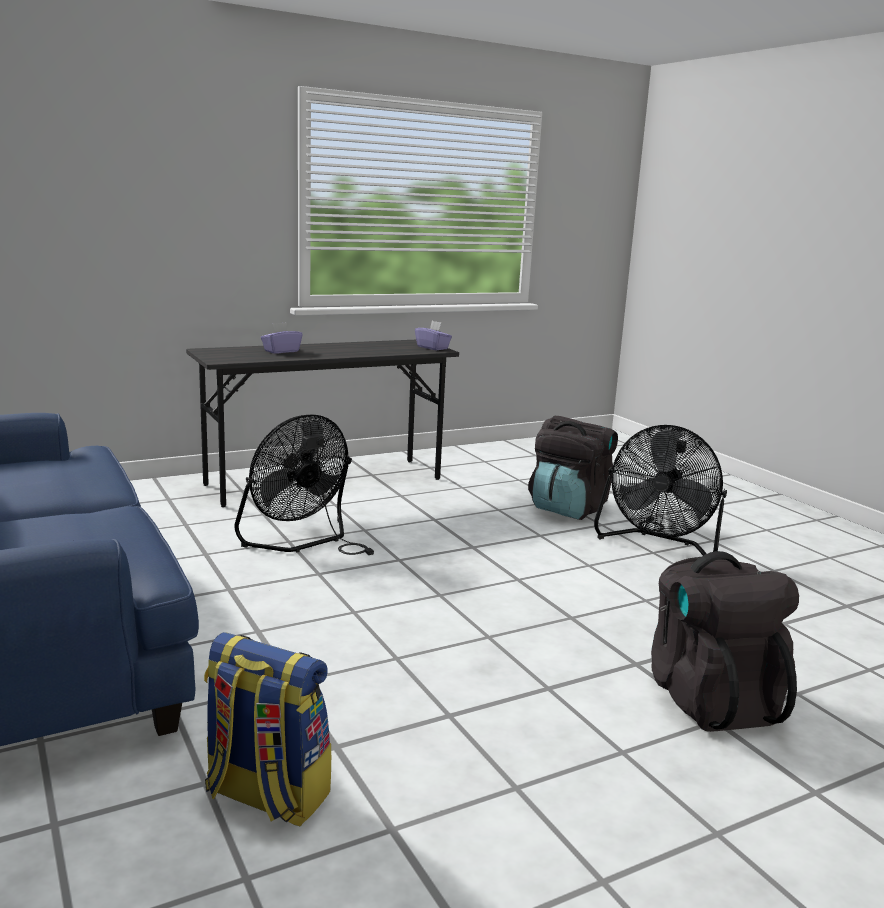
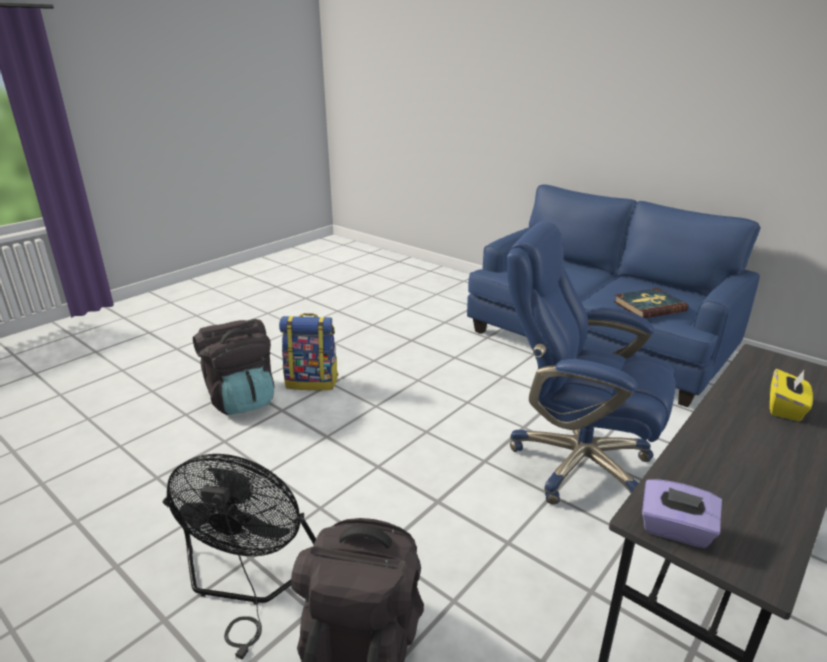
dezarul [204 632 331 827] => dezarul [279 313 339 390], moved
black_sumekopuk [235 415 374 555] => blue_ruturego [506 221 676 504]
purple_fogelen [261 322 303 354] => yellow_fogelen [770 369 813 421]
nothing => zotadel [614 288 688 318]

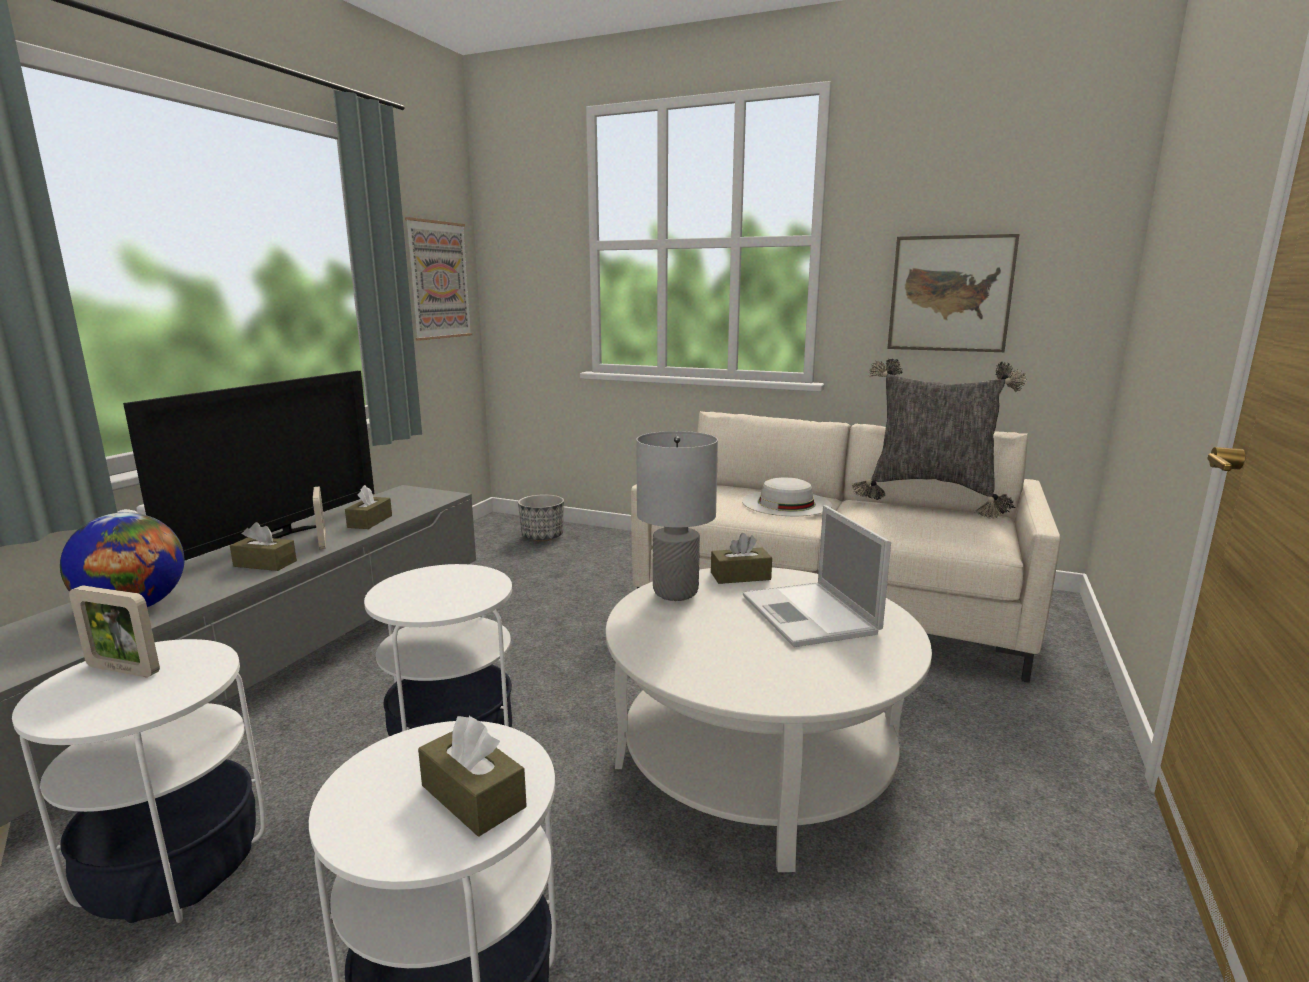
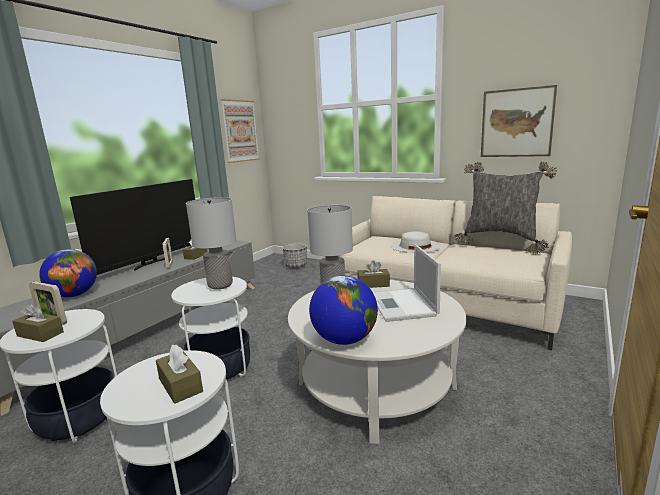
brown_fogelen [230 522 297 571] => brown_fogelen [12 304 64 342], moved
nothing => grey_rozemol [186 197 236 290]
nothing => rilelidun [309 276 378 345]

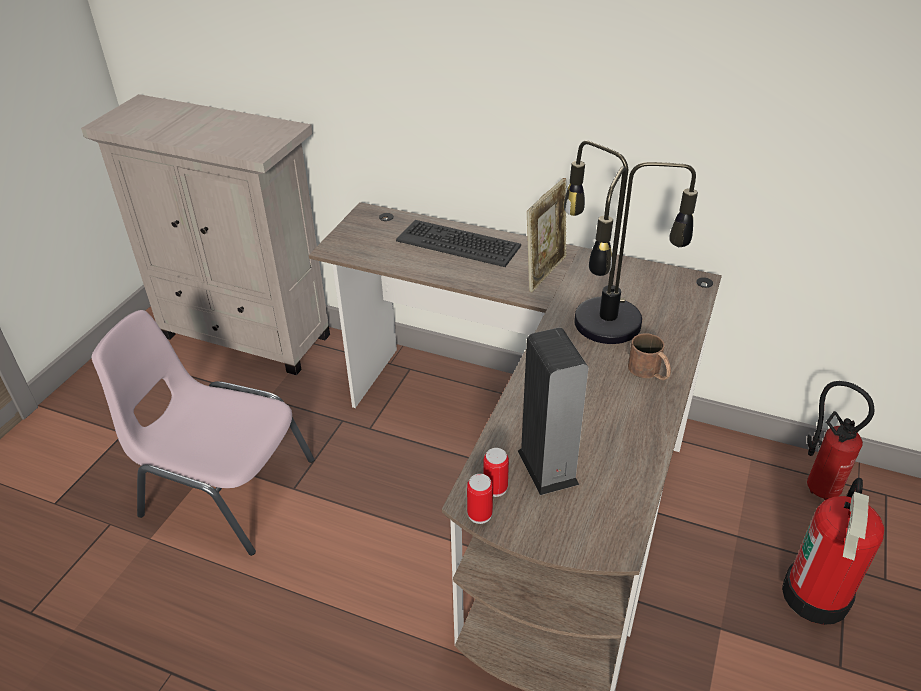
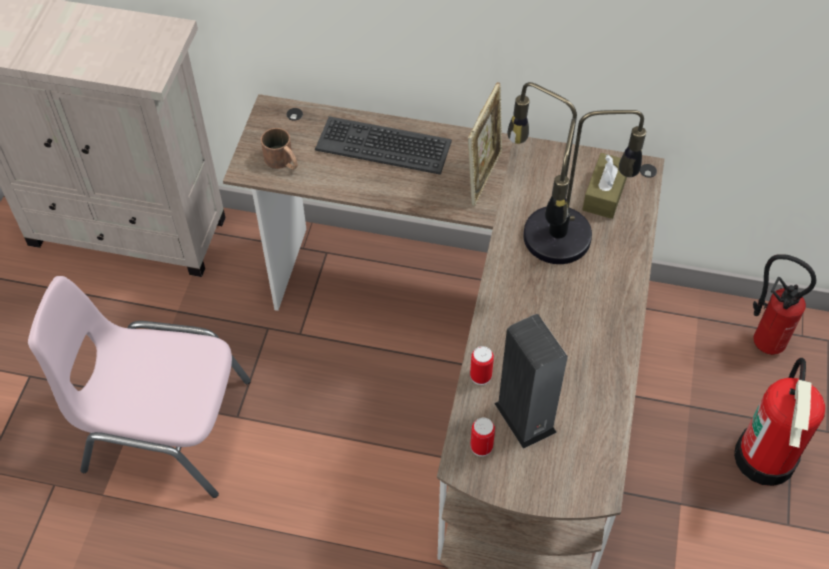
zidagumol [467 474 493 524] => zidagumol [470 346 494 385], moved
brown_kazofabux [628 333 671 380] => brown_kazofabux [261 128 298 170], moved
nothing => brown_fogelen [582 153 627 219]

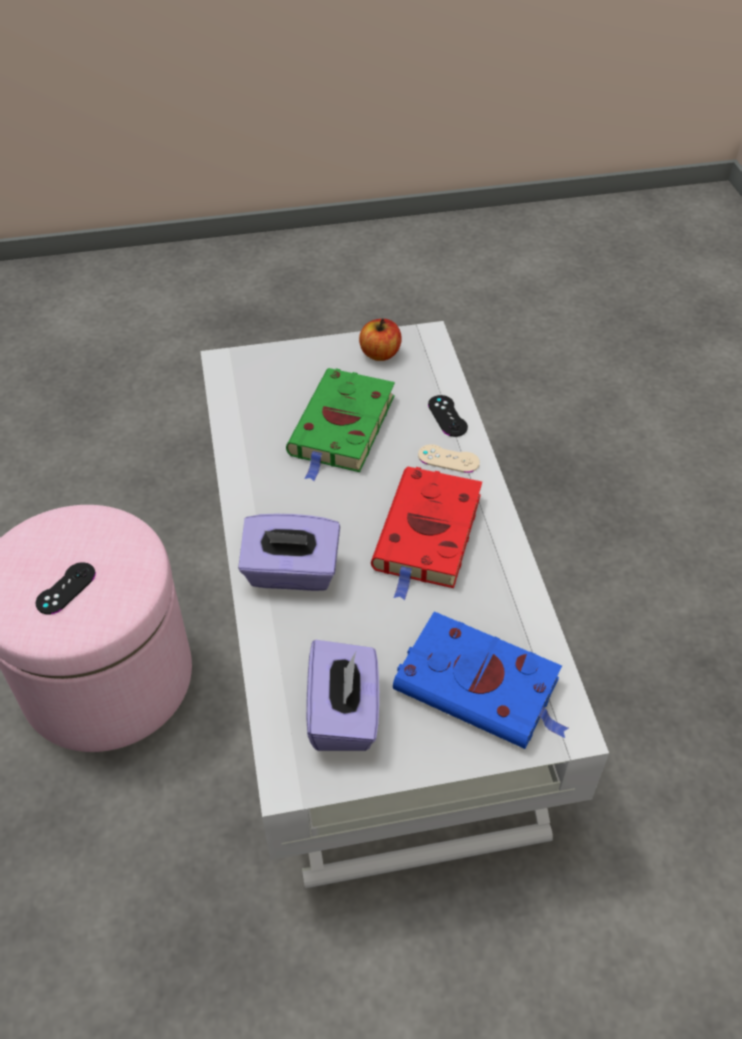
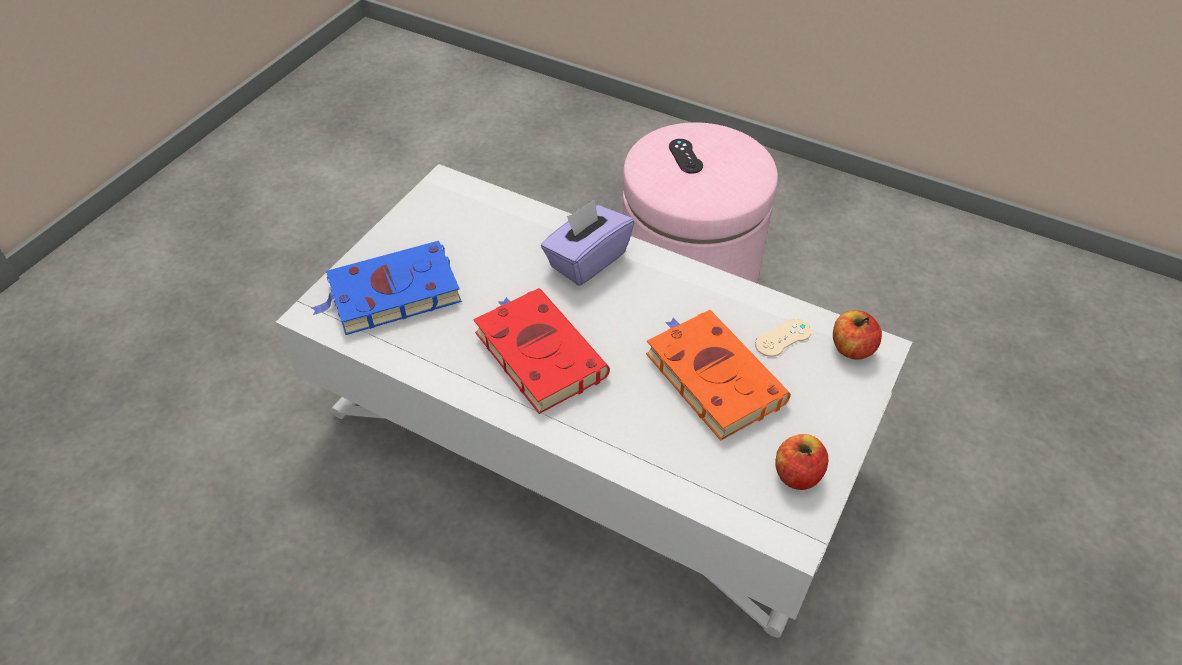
green_zotadel [286 368 395 481] => orange_zotadel [646 310 791 441]
purple_fogelen [306 640 379 751] => nothing
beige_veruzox [418 444 480 473] => beige_veruzox [755 319 812 357], moved
black_veruzox [428 395 468 437] => nothing
nothing => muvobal [833 310 882 360]

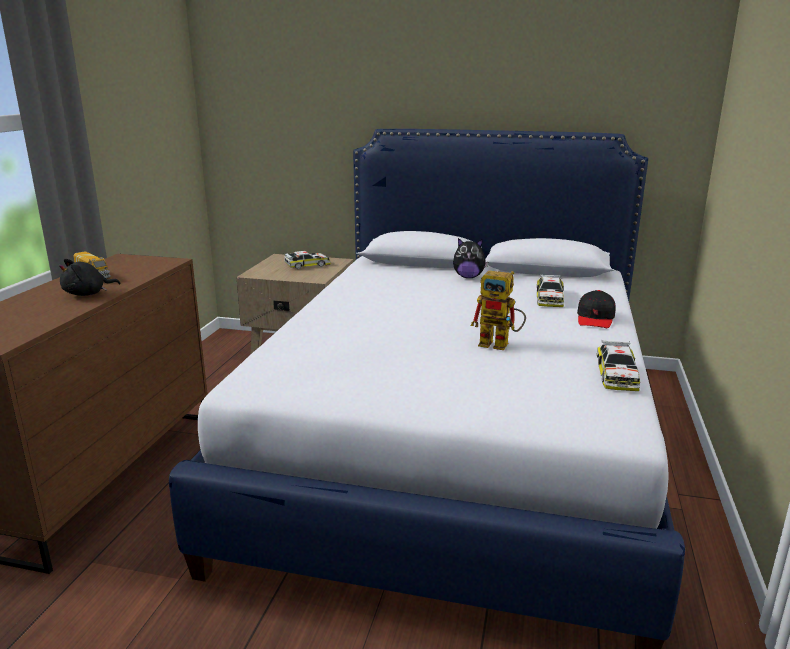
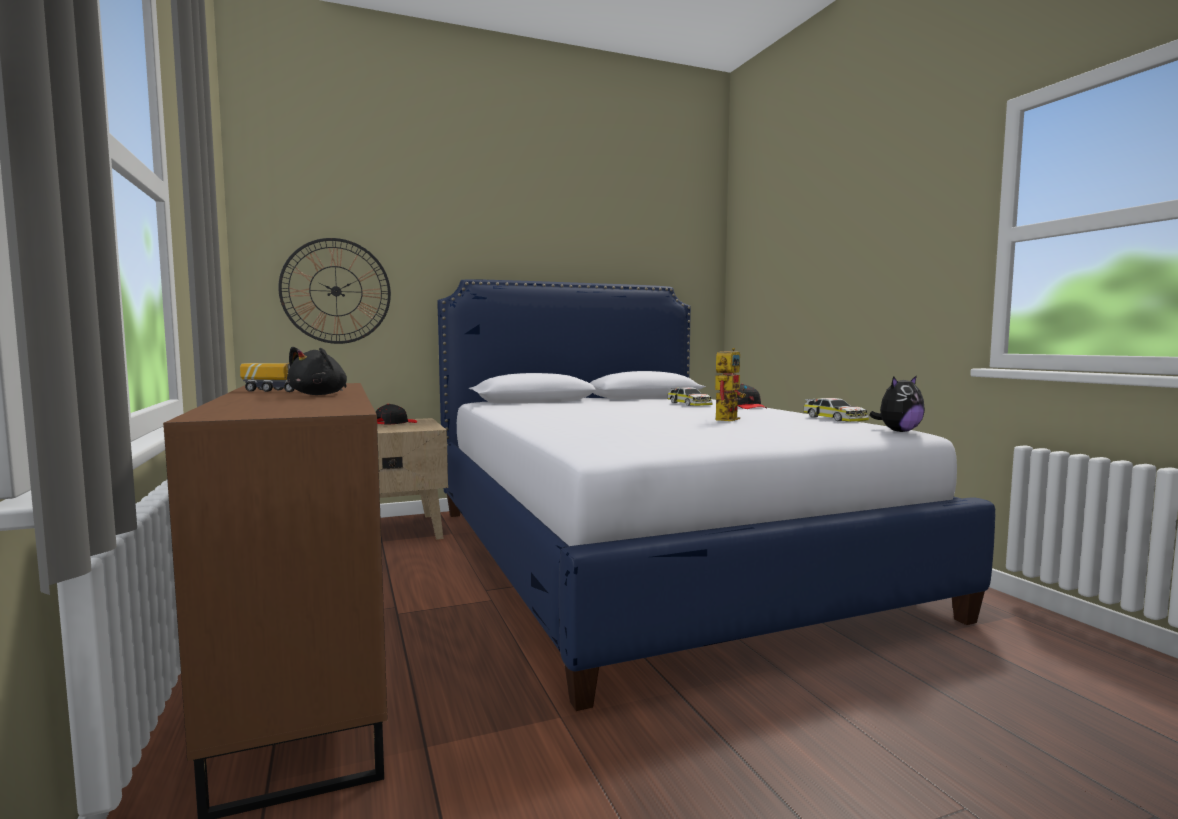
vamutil [284 251 331 269] => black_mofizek [376 404 417 424]
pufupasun [453 238 488 278] => pufupasun [869 375 925 432], moved
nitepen [471 271 526 350] => nitepen [715 348 747 421], 45 degrees counterclockwise
nothing => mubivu [278 238 391 344]

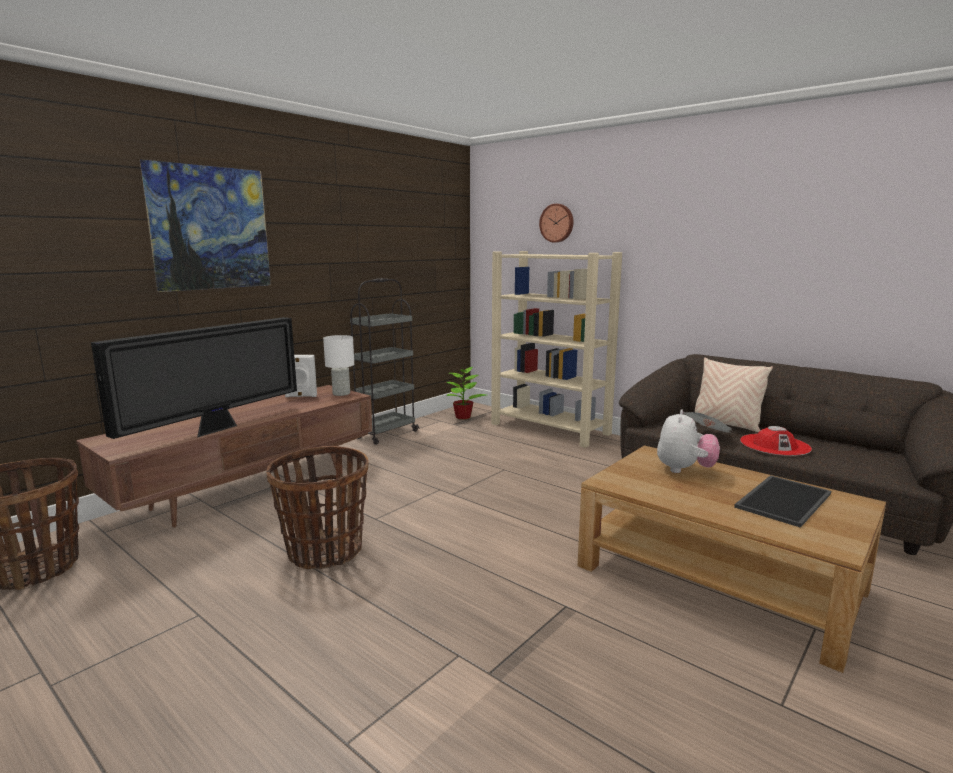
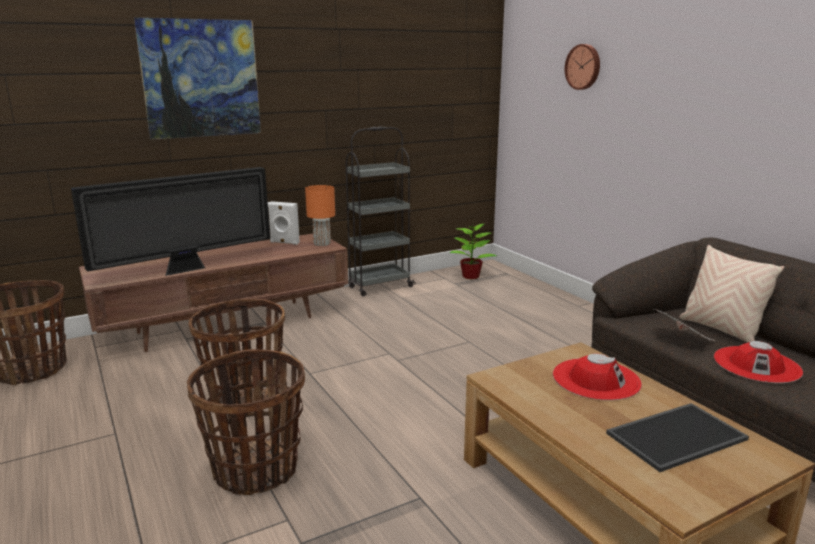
white_rozemol [323 335 354 396] => orange_rozemol [305 185 335 246]
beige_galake [491 251 622 448] => nothing
pufupasun [657 409 720 473] => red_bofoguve [553 354 642 400]
nothing => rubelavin [187 349 305 495]

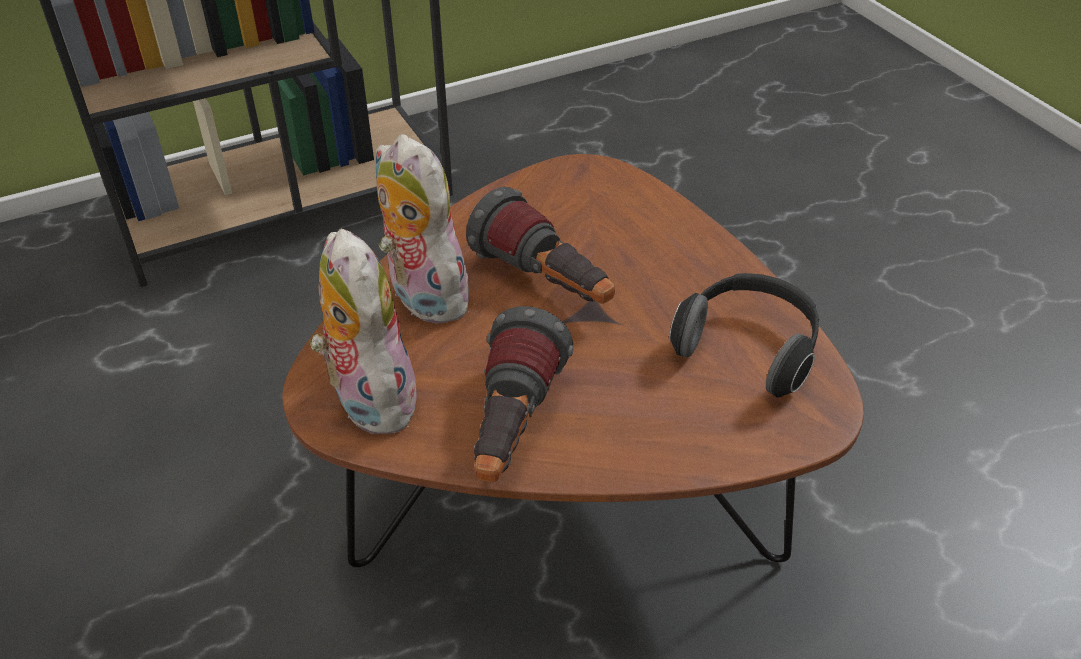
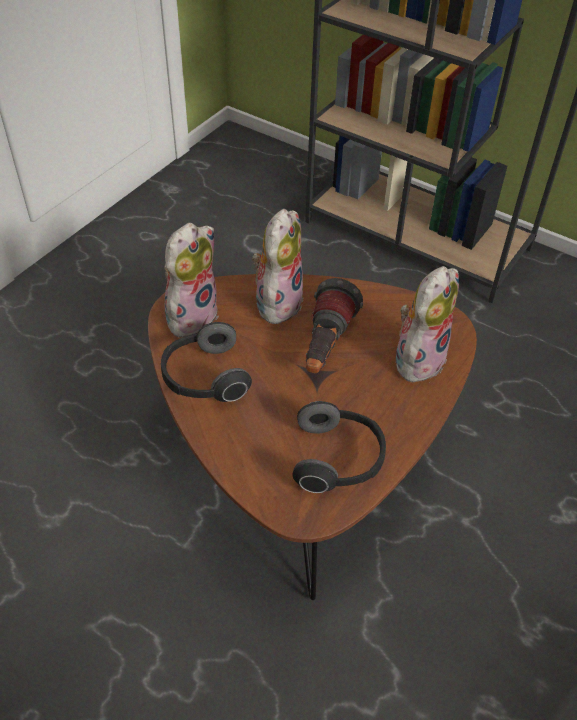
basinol [473 306 574 482] => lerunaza [161 322 252 402]
nothing => pufupasun [396 266 459 382]

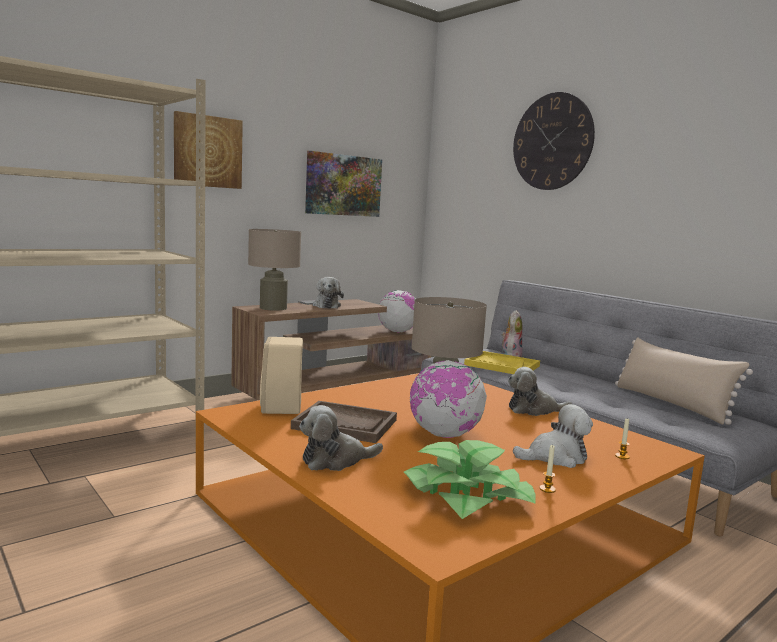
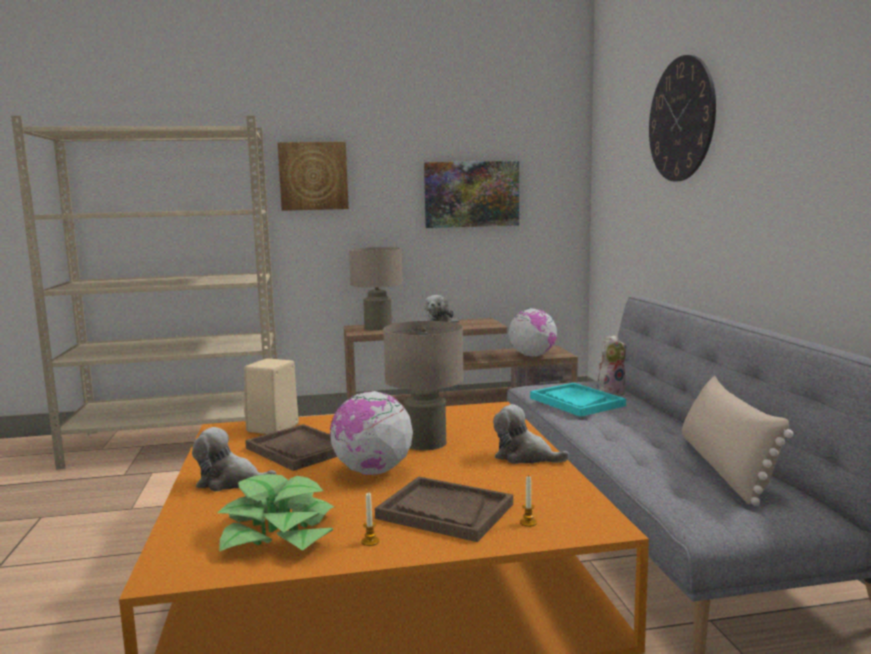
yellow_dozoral [464 351 540 374] => turquoise_dozoral [530 383 626 417]
pufupasun [513 404 593 468] => brown_dozoral [375 476 513 542]

